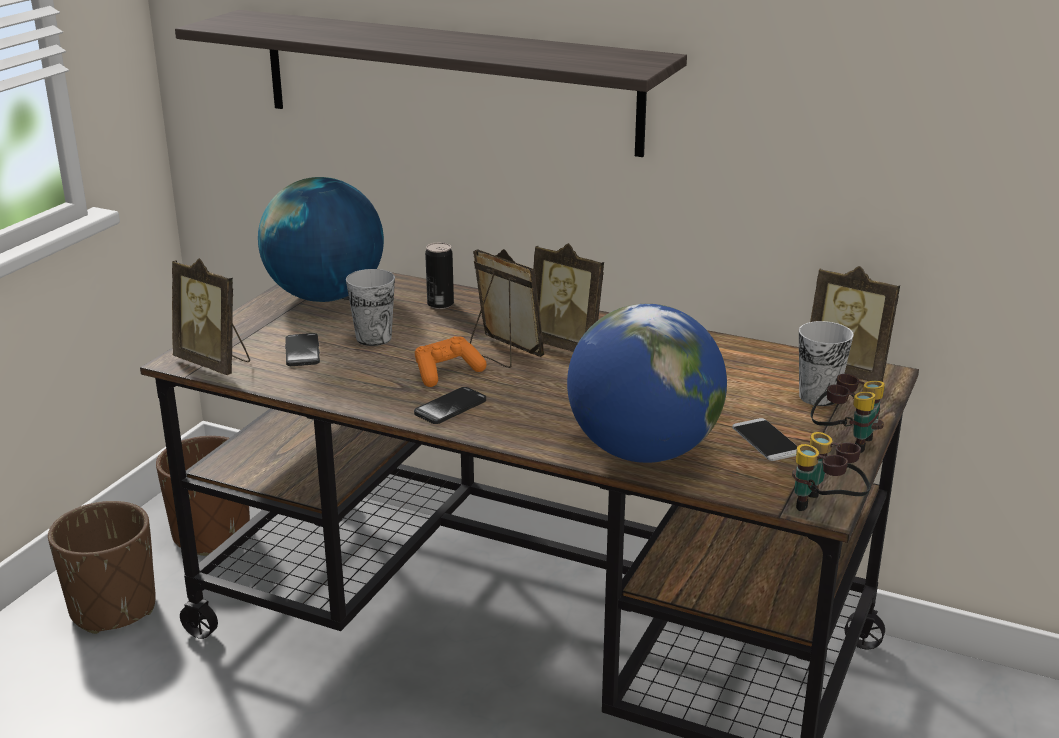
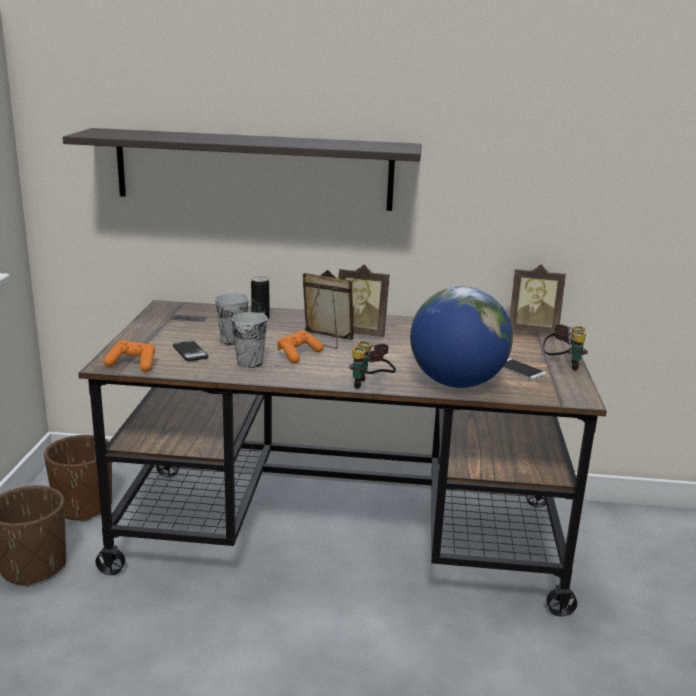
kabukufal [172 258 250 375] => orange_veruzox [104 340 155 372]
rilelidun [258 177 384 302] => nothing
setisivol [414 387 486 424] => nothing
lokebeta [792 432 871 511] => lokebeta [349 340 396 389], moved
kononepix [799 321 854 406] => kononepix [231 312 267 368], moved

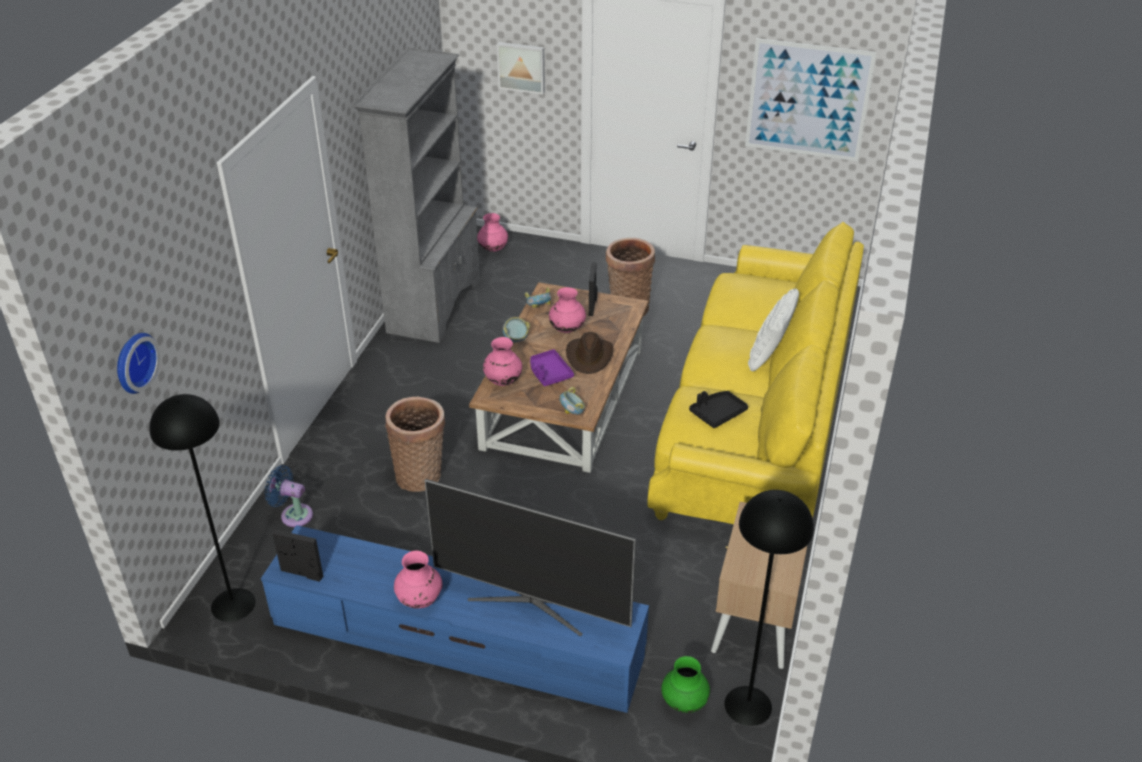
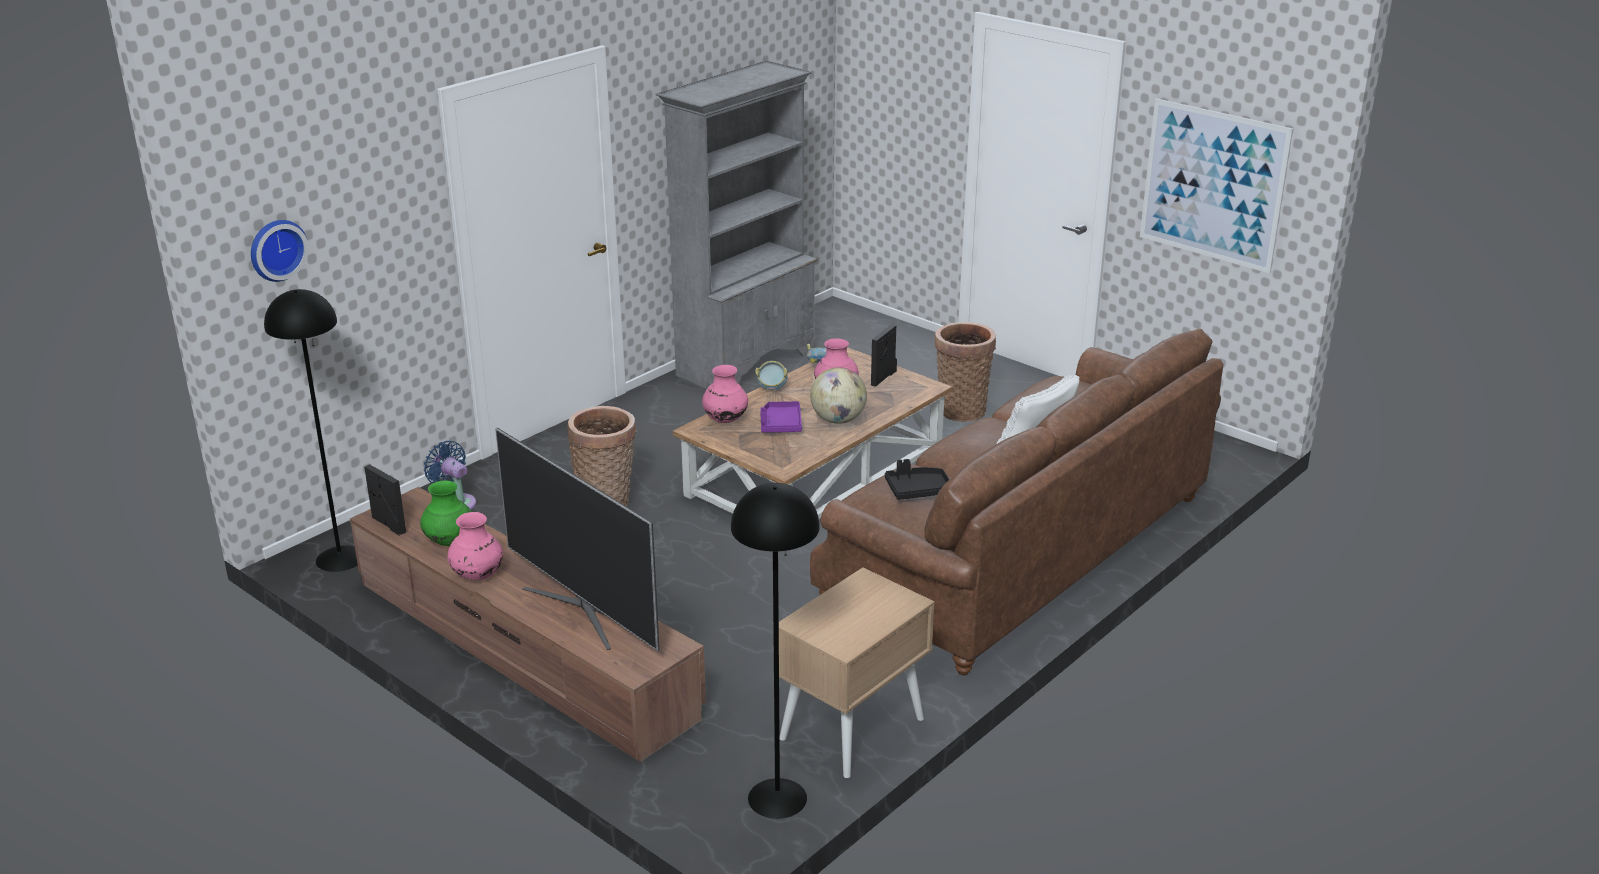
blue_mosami [261 525 649 713] => brown_mosami [350 487 706 762]
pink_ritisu [477 213 508 252] => nothing
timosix [497 42 545 94] => nothing
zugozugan [560 387 585 414] => nothing
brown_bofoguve [566 332 613 374] => rilelidun [810 367 867 424]
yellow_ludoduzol [647 222 864 524] => brown_ludoduzol [810 329 1224 675]
green_ritisu [661 656 710 713] => green_ritisu [420 480 472 546], moved

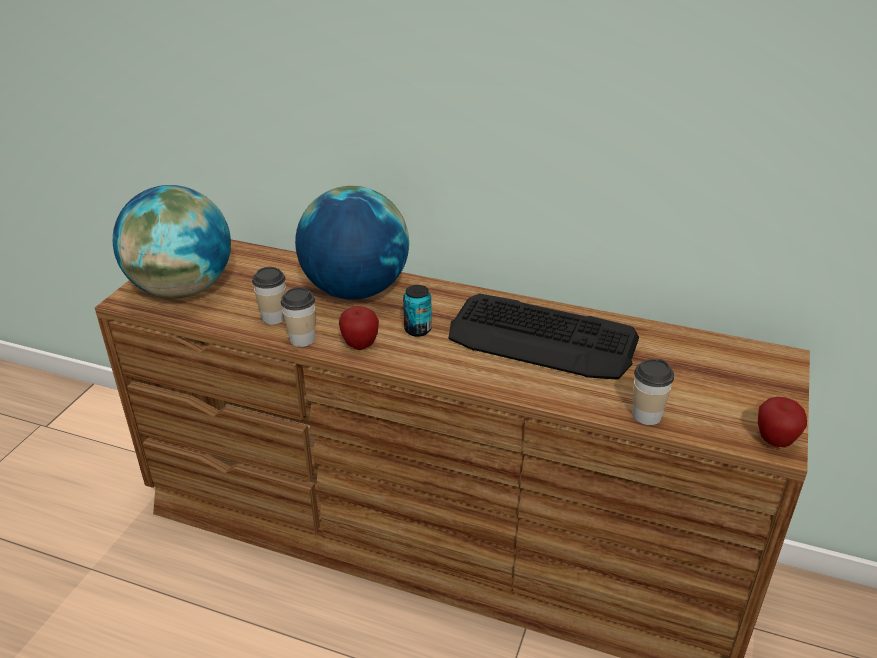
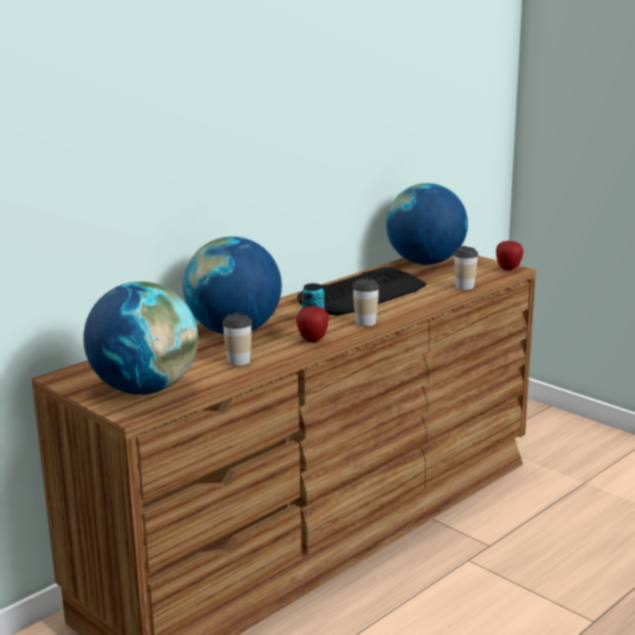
kononepix [281 287 315 347] => kononepix [352 278 379 326], moved
nothing => rilelidun [386 183 468 265]

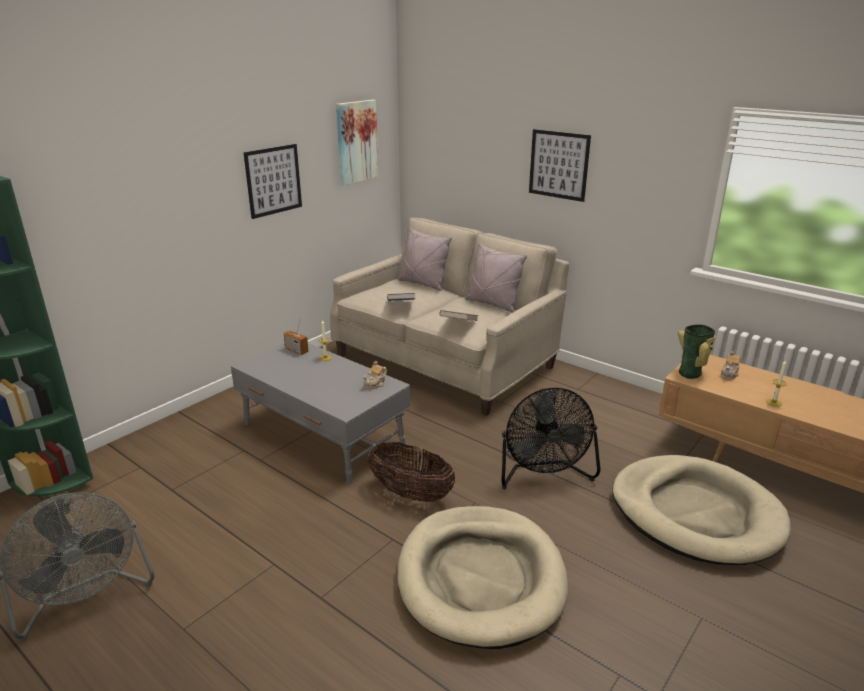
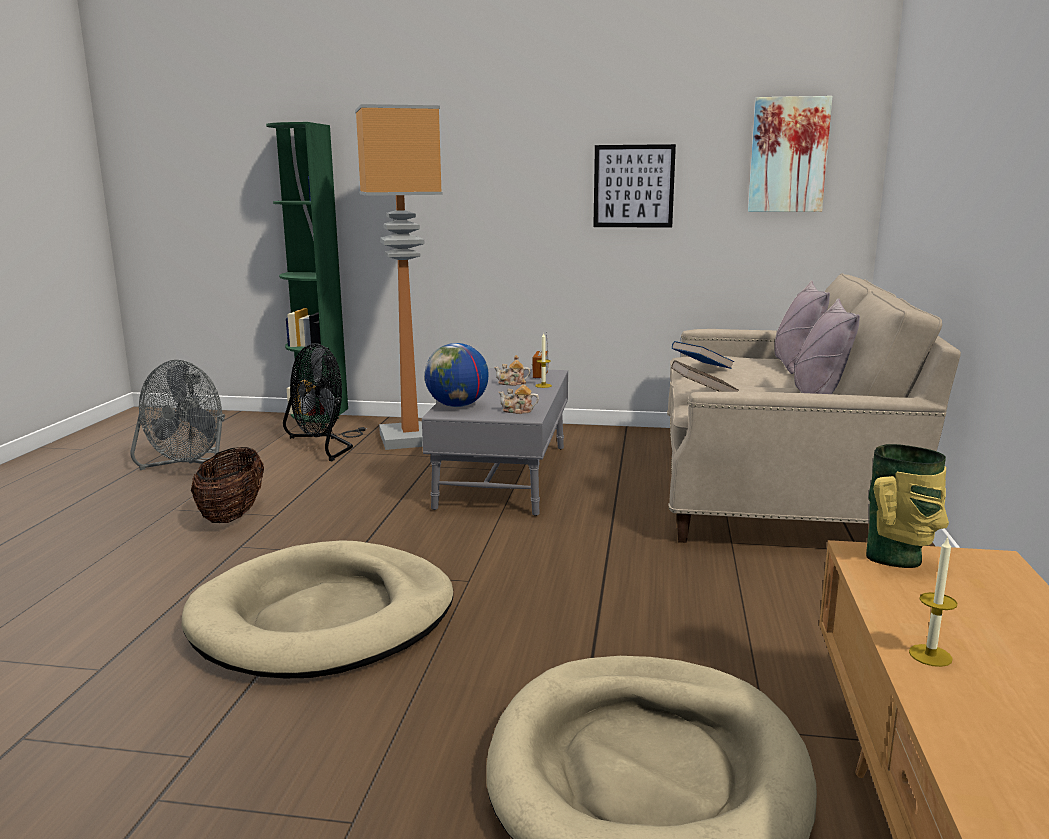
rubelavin [368 442 456 502] => rubelavin [191 447 264 523], moved
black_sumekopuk [502 388 601 489] => black_sumekopuk [283 343 366 461], moved
timosix [529 129 591 202] => nothing
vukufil [721 351 741 380] => vukufil [494 355 531 386], moved
nothing => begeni [355 104 443 450]
nothing => rilelidun [425 343 489 407]

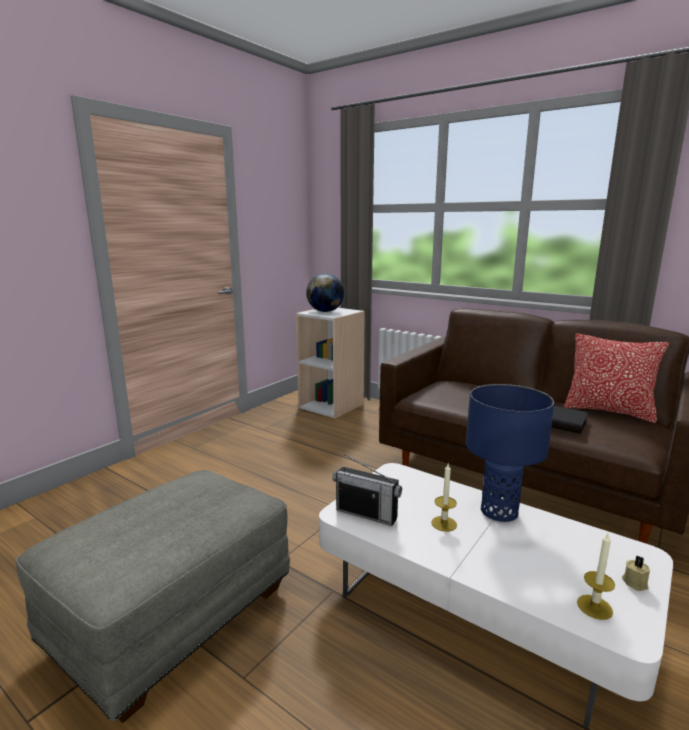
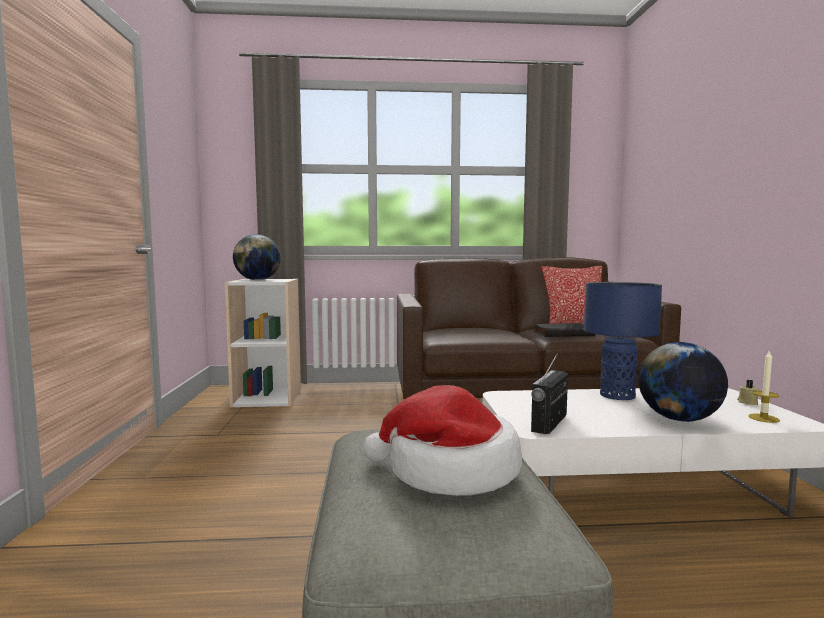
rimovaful [333 454 402 526] => rimovaful [531 353 568 434], 135 degrees clockwise
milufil [431 464 457 532] => nothing
nothing => bofoguve [363 385 522 496]
nothing => rilelidun [638 342 728 422]

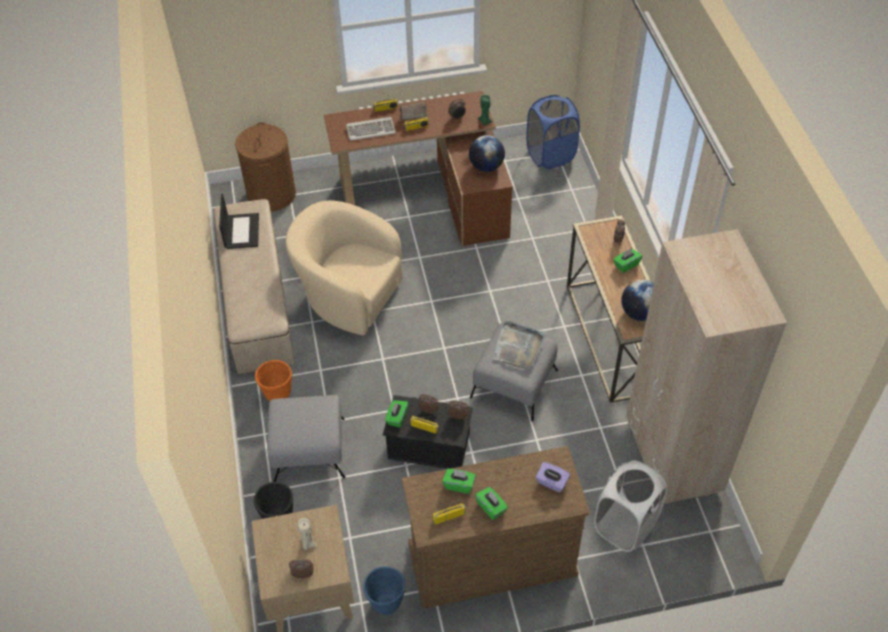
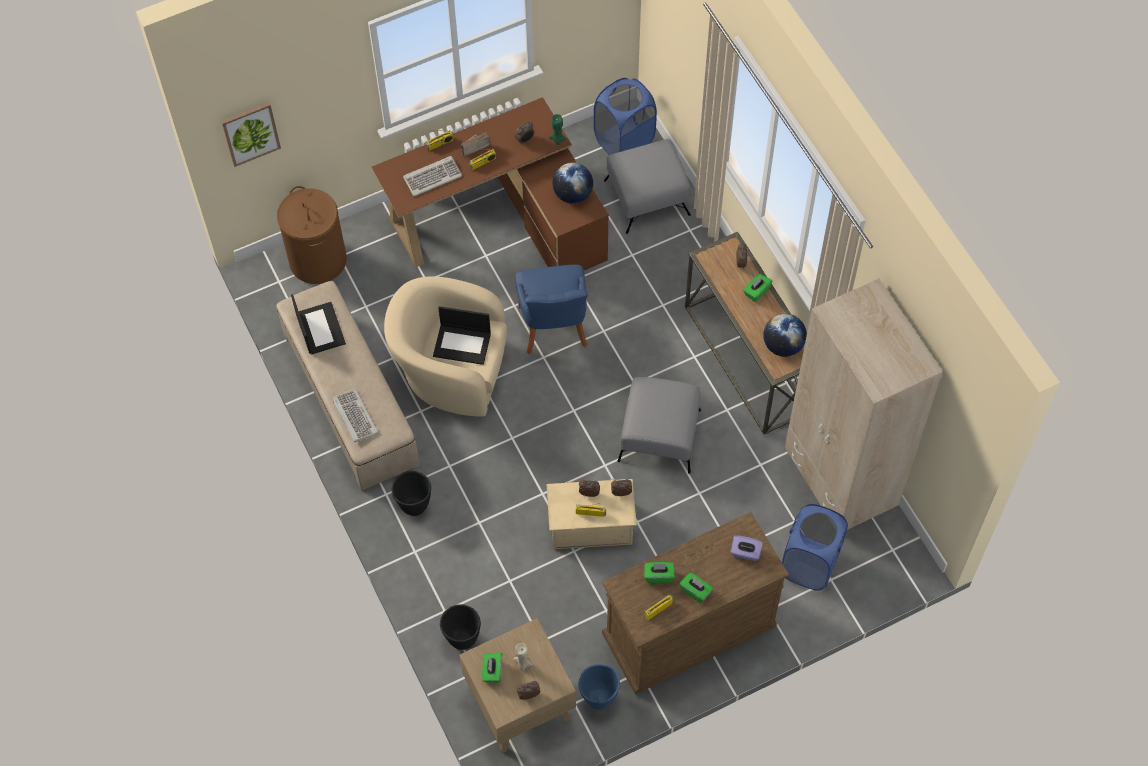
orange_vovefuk [255 360 292 401] => black_vovefuk [392 471 431 516]
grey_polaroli [268 395 345 482] => grey_polaroli [604 139 691 234], moved
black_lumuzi [383 395 473 469] => beige_lumuzi [547 479 637 549]
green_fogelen [385 400 408 428] => green_fogelen [482 652 502 683], moved
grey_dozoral [493 321 545 368] => nothing
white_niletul [594 460 667 552] => blue_niletul [782 504 848 591]
nothing => timosix [221 102 281 167]
nothing => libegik [332 389 379 442]
nothing => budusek [433 306 491 365]
nothing => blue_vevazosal [515 265 588 354]

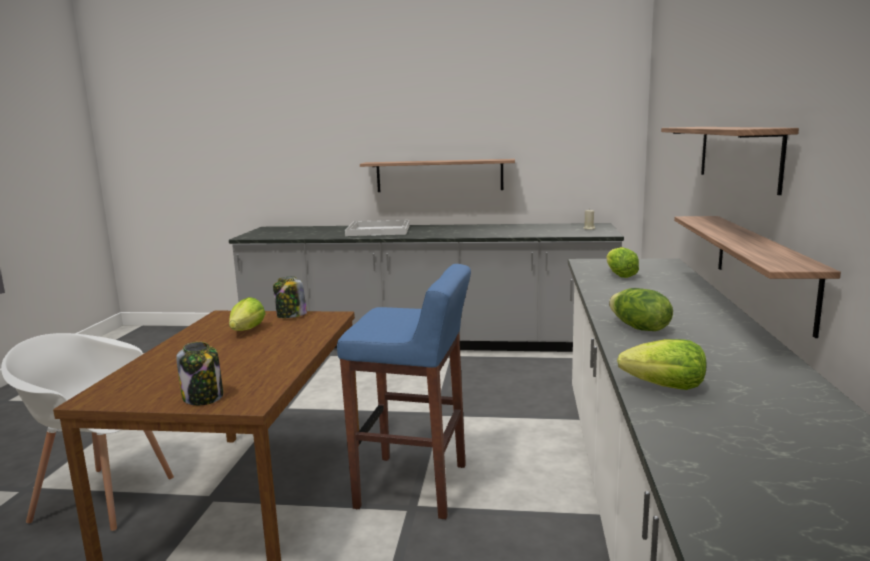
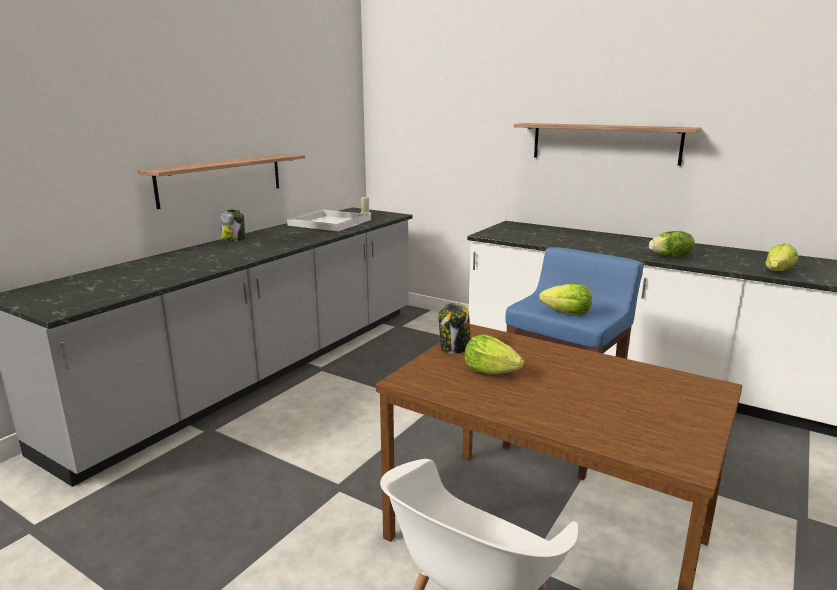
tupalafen [176 342 223 405] => tupalafen [221 210 245 242], moved
white_dozoral [345 220 410 236] => white_dozoral [287 210 371 231], moved
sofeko [607 247 639 278] => sofeko [539 284 592 315], moved
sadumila [674 216 841 338] => nothing

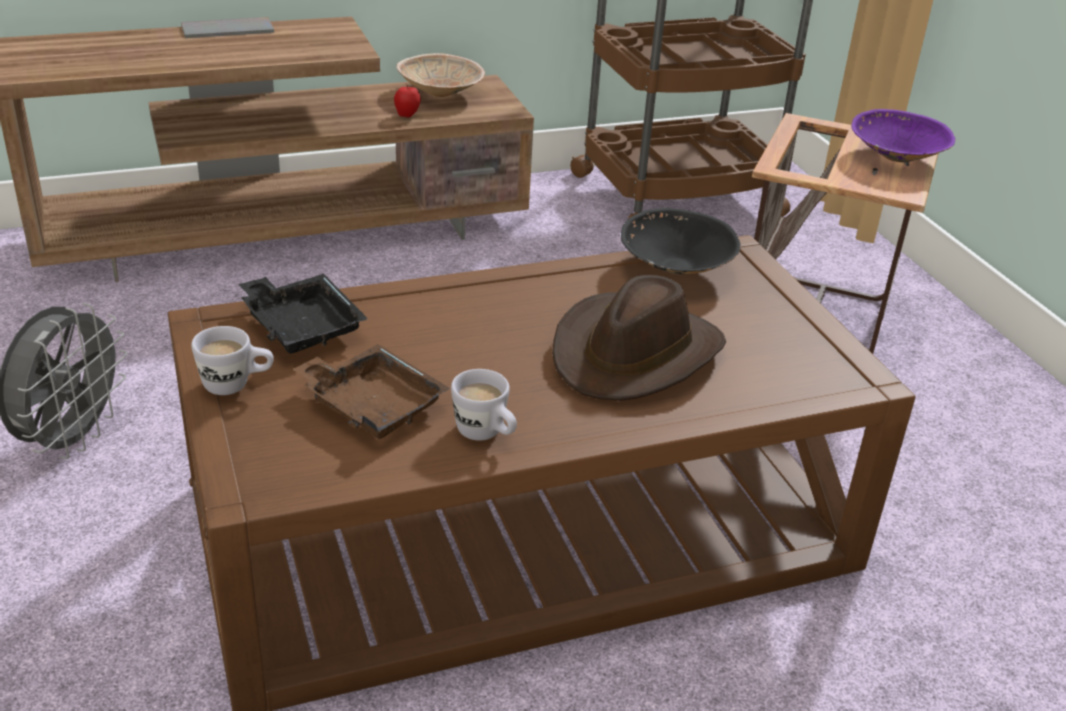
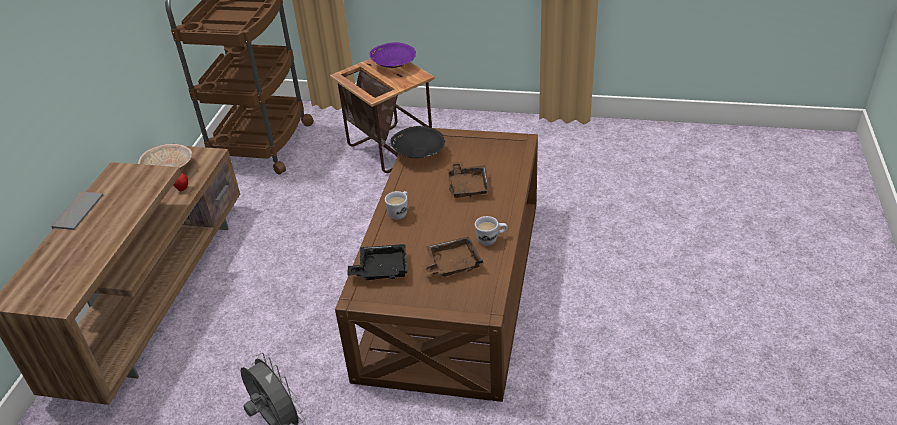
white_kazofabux [191 326 274 395] => white_kazofabux [385 191 408 220], moved
brown_bofoguve [552 275 726 401] => brown_dozoral [447 162 490 198]

